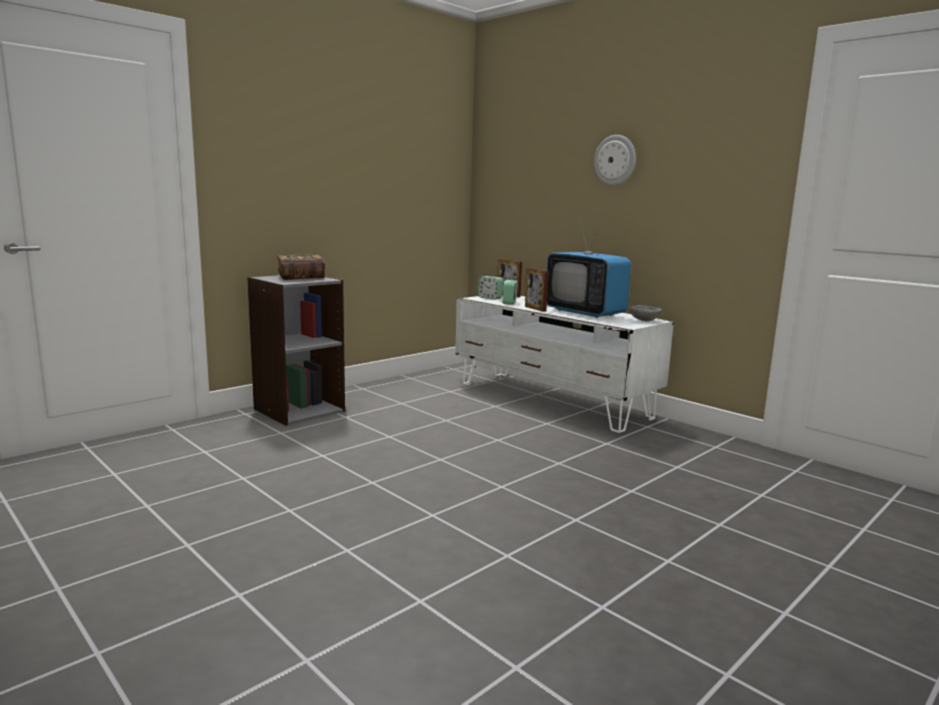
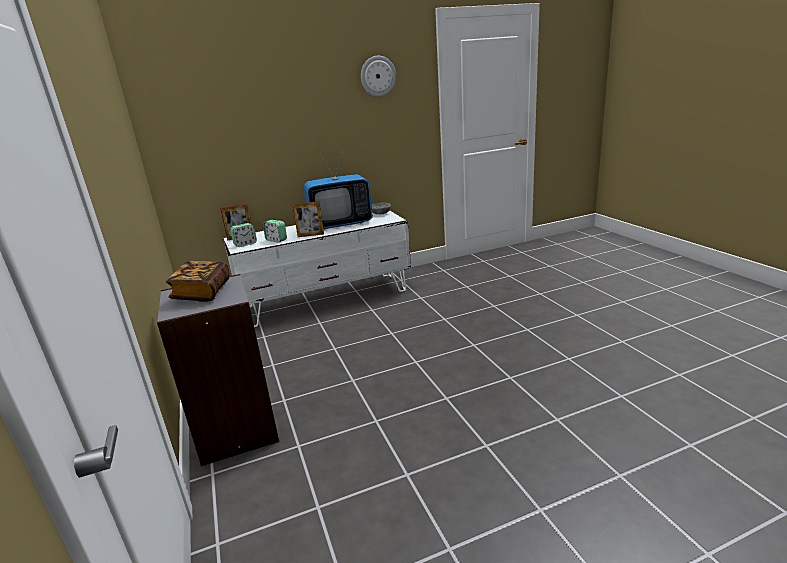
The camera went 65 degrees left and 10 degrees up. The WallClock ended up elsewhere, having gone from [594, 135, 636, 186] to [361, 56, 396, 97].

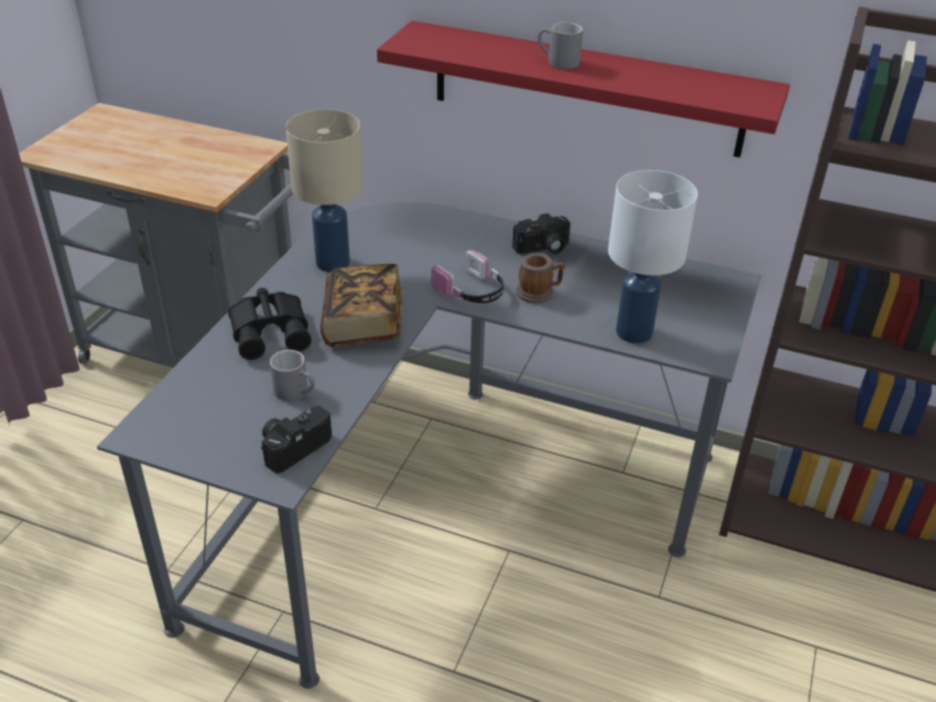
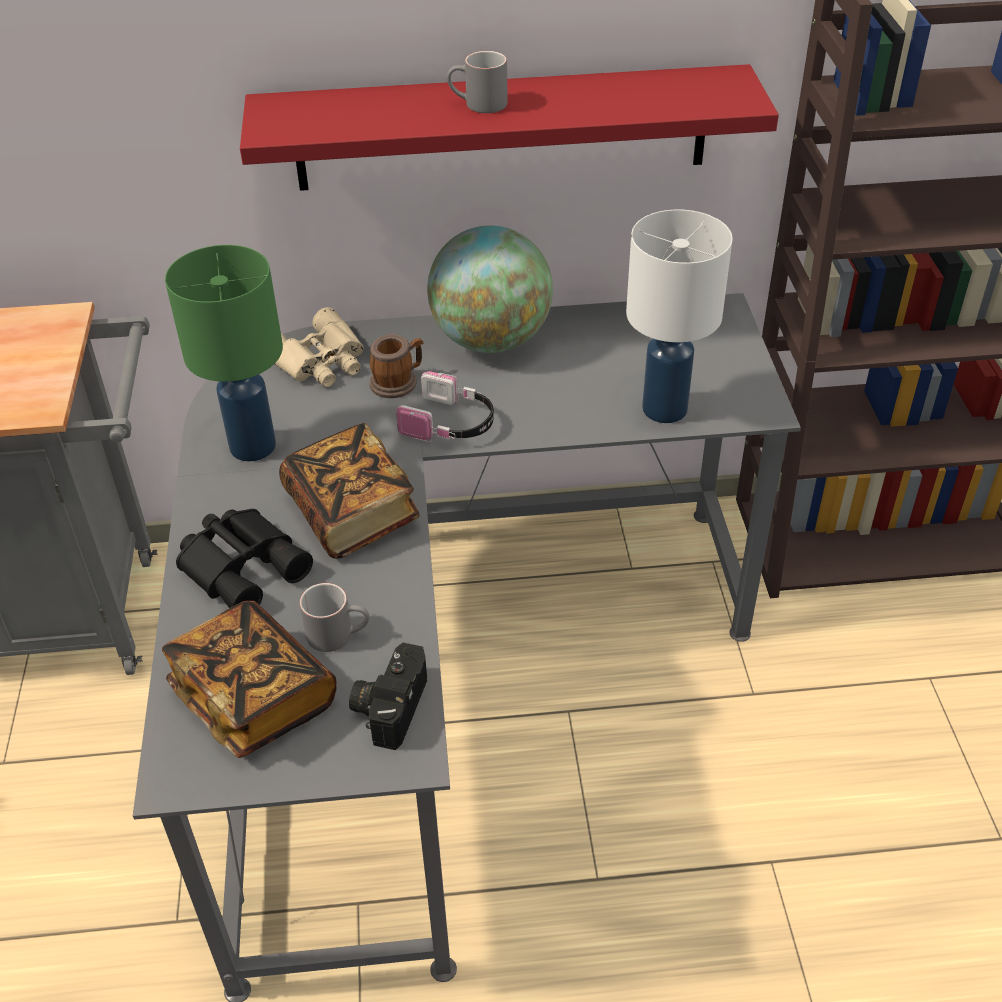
The camera went 25 degrees left and 5 degrees up. What was the BeigeTableLamp at [286, 109, 363, 272] turned into the GreenTableLamp at [165, 245, 283, 461]. Where the PhotoCamera stood at [512, 213, 570, 254], the Globe came to stand at [427, 225, 553, 353]. The Mug ended up elsewhere, having gone from [516, 253, 565, 303] to [369, 334, 423, 398]. The second view gained the BeigeBinoculars at [275, 307, 364, 387]. The second view gained the Book at [162, 601, 337, 758].

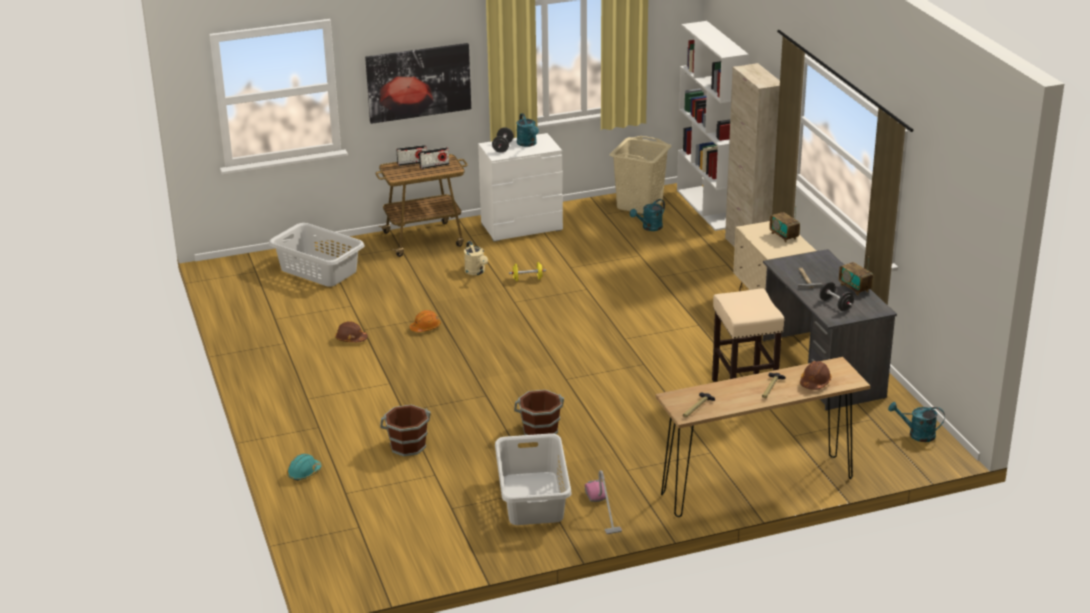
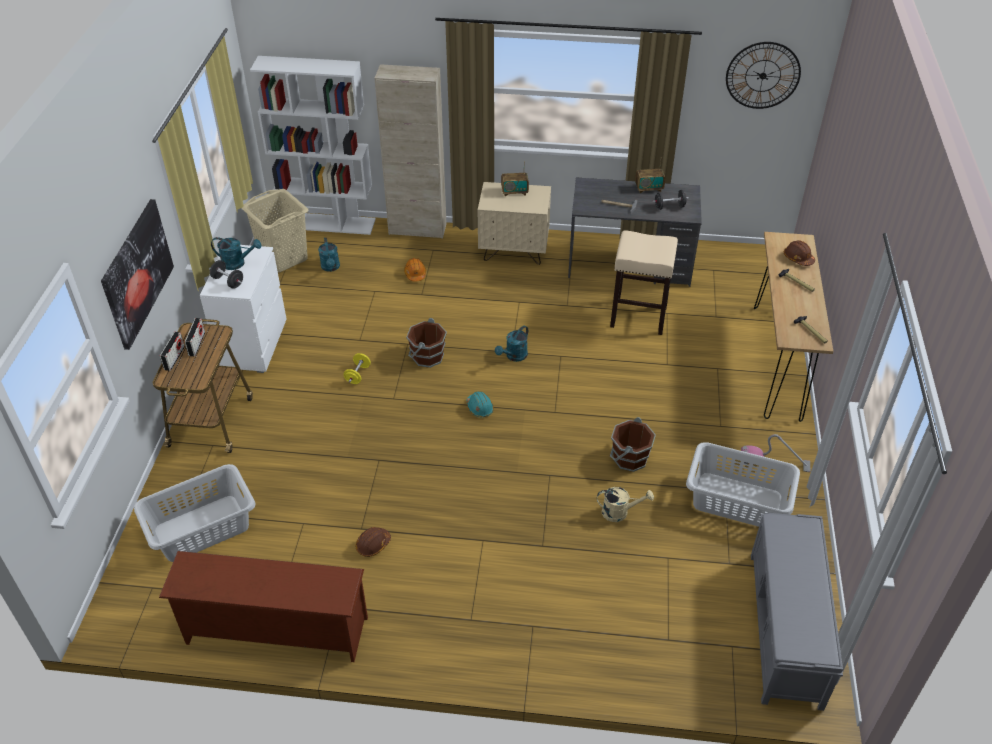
The camera went 65 degrees left and 15 degrees up. The BeigeWateringCan ended up elsewhere, having gone from [464, 241, 488, 275] to [597, 487, 654, 522]. The OrangeHardHat ended up elsewhere, having gone from [410, 310, 441, 332] to [404, 258, 426, 282]. The TurquoiseWateringCan ended up elsewhere, having gone from [888, 402, 945, 442] to [495, 326, 528, 362]. The BrownBucket ended up elsewhere, having gone from [380, 405, 431, 456] to [406, 318, 447, 368]. The TurquoiseHardHat ended up elsewhere, having gone from [287, 453, 322, 481] to [466, 392, 494, 417]. The second view gained the WallClock at [726, 42, 801, 109]. The second view gained the GreyBench at [751, 513, 843, 711]. The second view gained the BrownShoeRack at [159, 551, 368, 662].

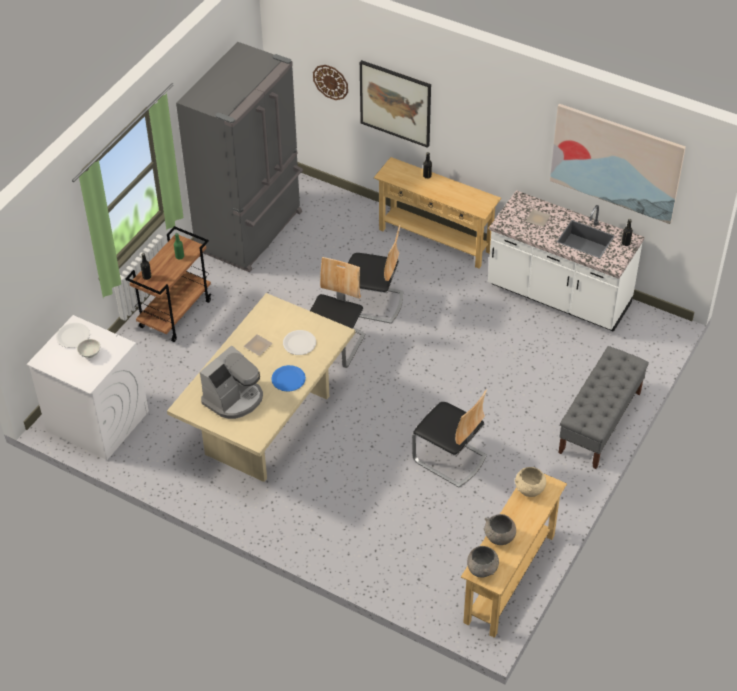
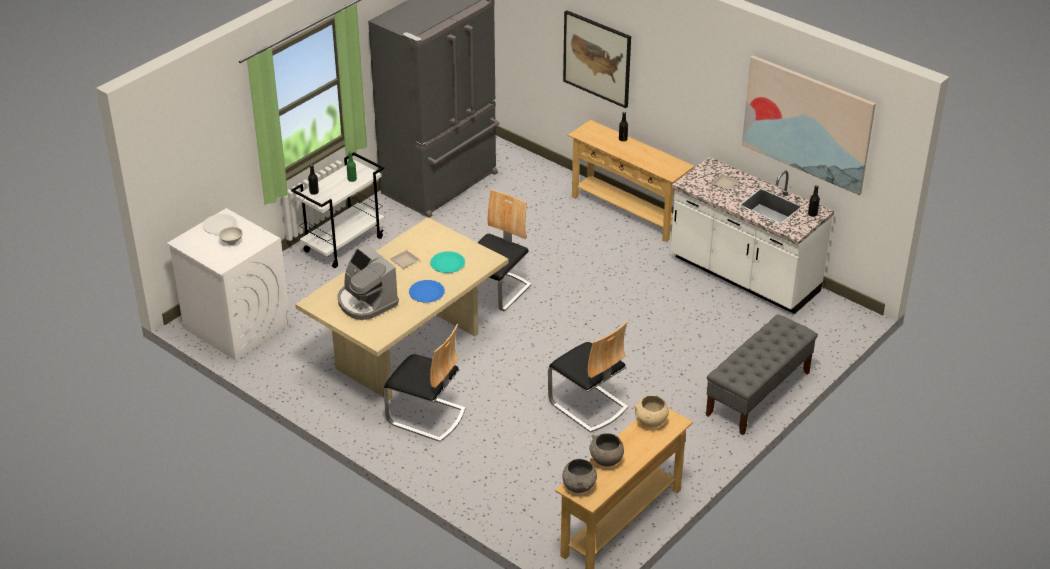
The camera went 10 degrees right and 10 degrees down. The second view lost the WallClock at [313, 65, 348, 100]. The Chair ended up elsewhere, having gone from [348, 225, 403, 324] to [383, 324, 466, 442]. What was the BrownCart at [125, 226, 212, 342] turned into the WhiteCart at [291, 152, 384, 268]. What was the WhitePlate at [283, 330, 316, 355] turned into the TurquoisePlate at [430, 251, 465, 273]. The CoffeeMachine at [200, 345, 263, 419] ended up facing another way, 90 degrees clockwise from before.

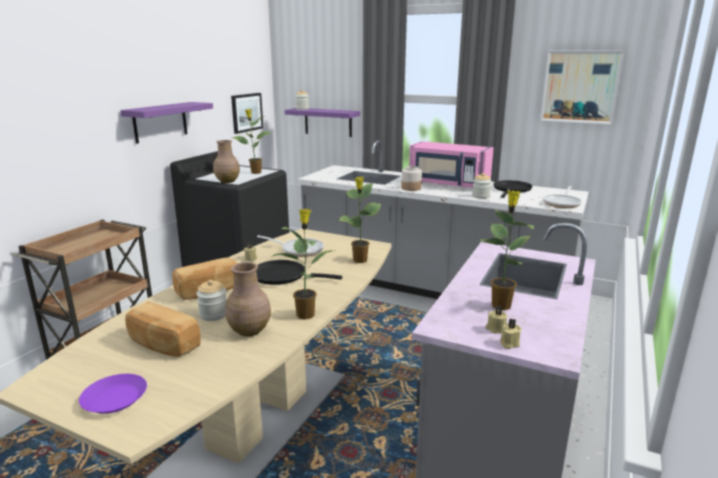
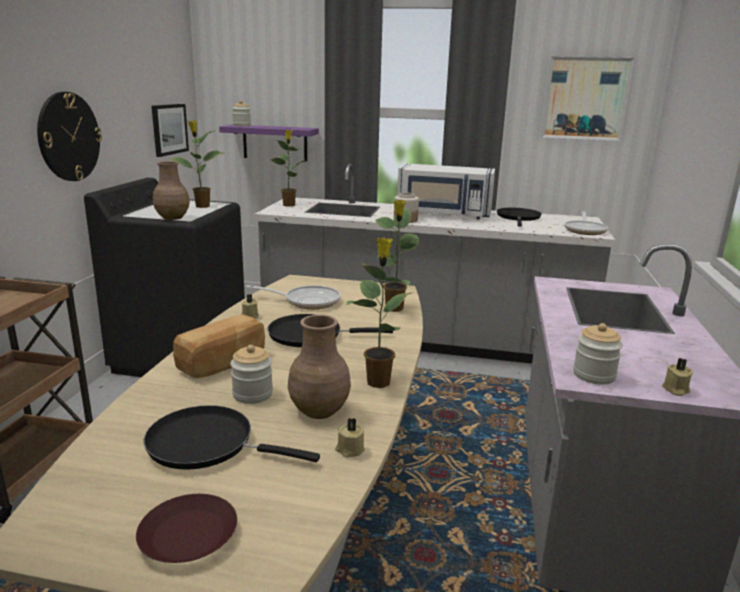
The camera went 15 degrees left and 0 degrees up. Where the PurpleShelf hung at [120, 102, 213, 144], the WallClock came to hang at [37, 92, 102, 181]. What was the PinkMicrowave at [409, 141, 494, 188] turned into the WhiteMicrowave at [397, 164, 495, 220]. The Jar ended up elsewhere, having gone from [472, 173, 492, 199] to [573, 323, 623, 385]. The PottedPlant ended up elsewhere, having gone from [480, 190, 534, 310] to [271, 130, 307, 207]. Where the Bread stood at [125, 301, 201, 357], the BlackFryingPan came to stand at [144, 405, 320, 470]. The BeigeCandle ended up elsewhere, having gone from [485, 306, 507, 334] to [335, 418, 365, 458]. What was the PurplePlate at [79, 374, 147, 414] turned into the BrownPlate at [136, 494, 237, 563].

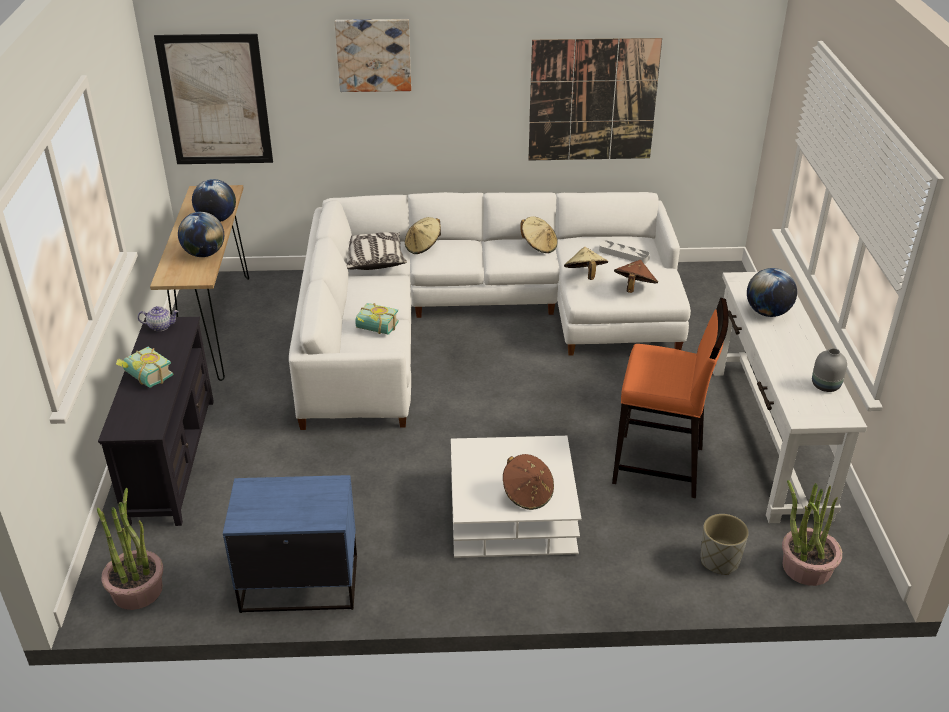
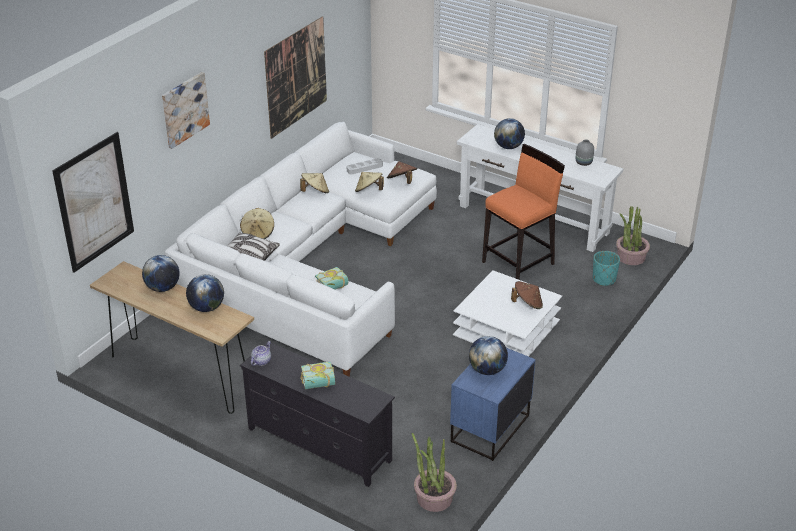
The camera went 55 degrees left and 0 degrees up. What was the GreyPlanter at [701, 514, 749, 575] turned into the TurquoisePlanter at [593, 251, 620, 286]. The second view gained the Globe at [469, 336, 508, 375].

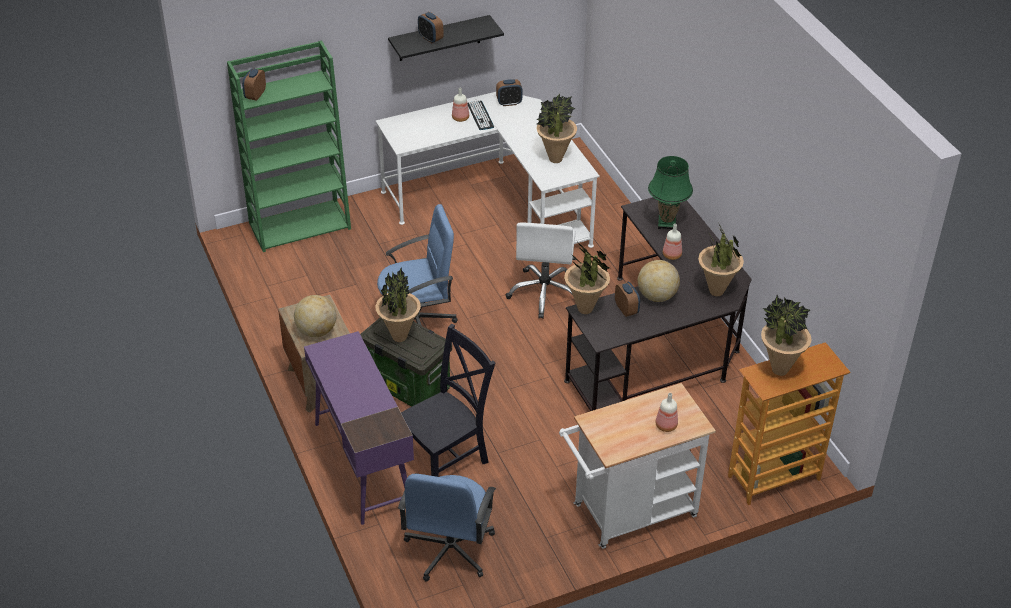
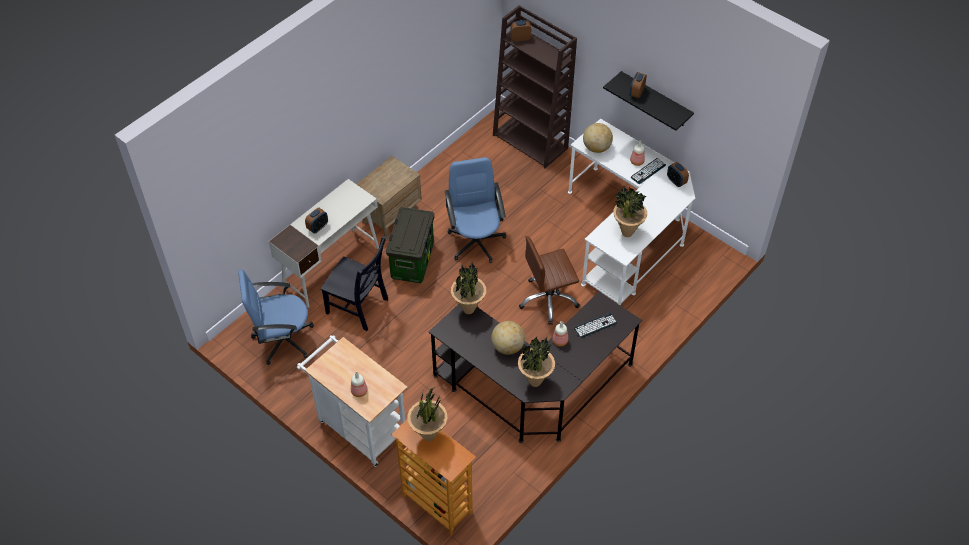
The camera went 65 degrees right and 10 degrees up. What was the GreenBookcase at [227, 41, 351, 252] turned into the BrownBookcase at [493, 5, 577, 168]. Where the GreenTableLamp stood at [648, 156, 693, 230], the Keyboard came to stand at [573, 313, 617, 338]. The BlueOfficeChair at [377, 204, 457, 326] ended up facing another way, 150 degrees counterclockwise from before. What was the WhiteOfficeChair at [506, 223, 576, 319] turned into the BrownOfficeChair at [519, 236, 580, 324]. The second view lost the PottedPlant at [376, 268, 421, 342]. The AlarmClock ended up elsewhere, having gone from [615, 282, 640, 317] to [305, 208, 328, 233]. The Globe ended up elsewhere, having gone from [294, 295, 337, 337] to [583, 123, 613, 153]. What was the PurpleDesk at [304, 331, 414, 525] turned into the WhiteDesk at [269, 179, 379, 308].

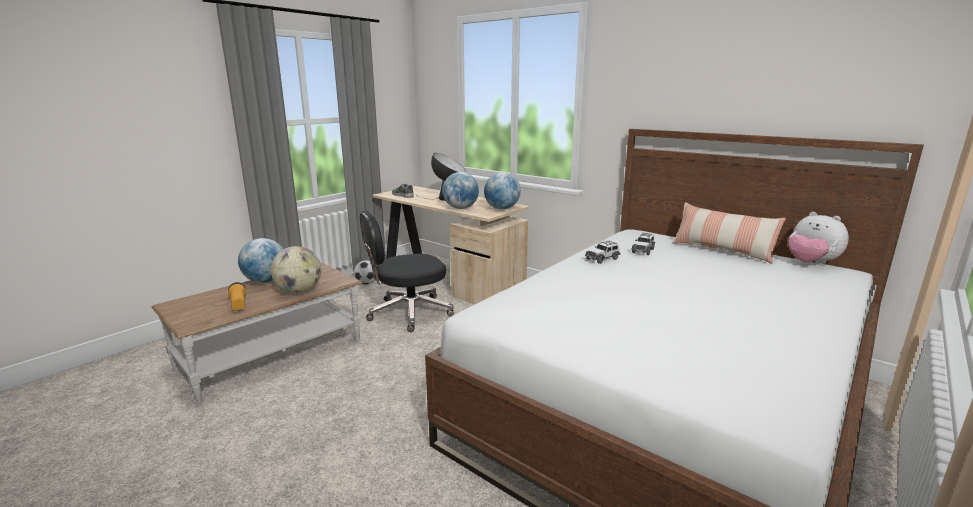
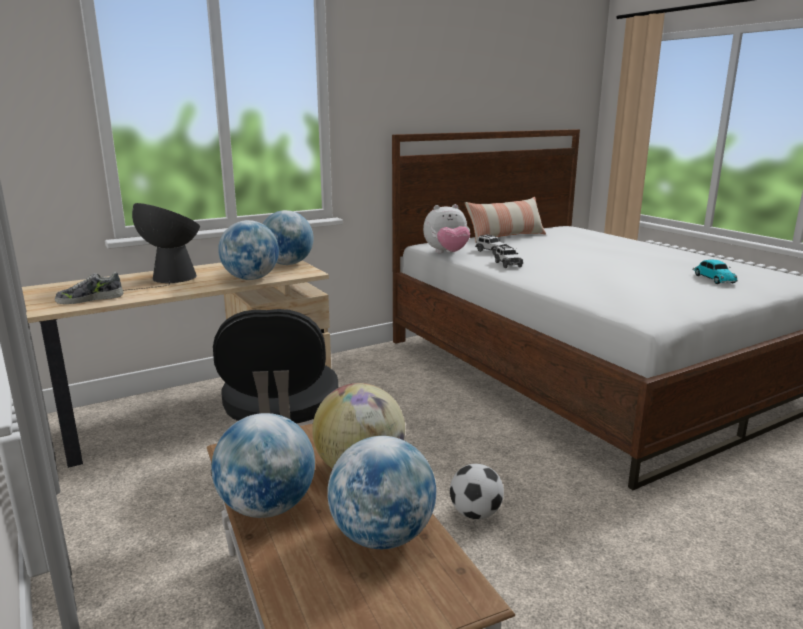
The camera went 70 degrees left and 0 degrees up. The PlushToy ended up elsewhere, having gone from [788, 212, 849, 265] to [423, 204, 470, 253]. The Football ended up elsewhere, having gone from [353, 260, 377, 284] to [450, 464, 504, 519]. Where the Flashlight stood at [228, 282, 246, 311], the Globe came to stand at [327, 436, 436, 549]. The second view gained the ToyCar at [692, 260, 738, 284].

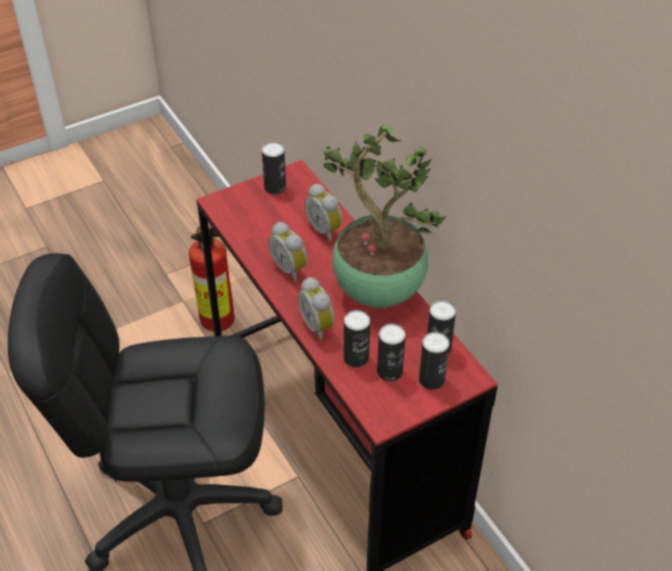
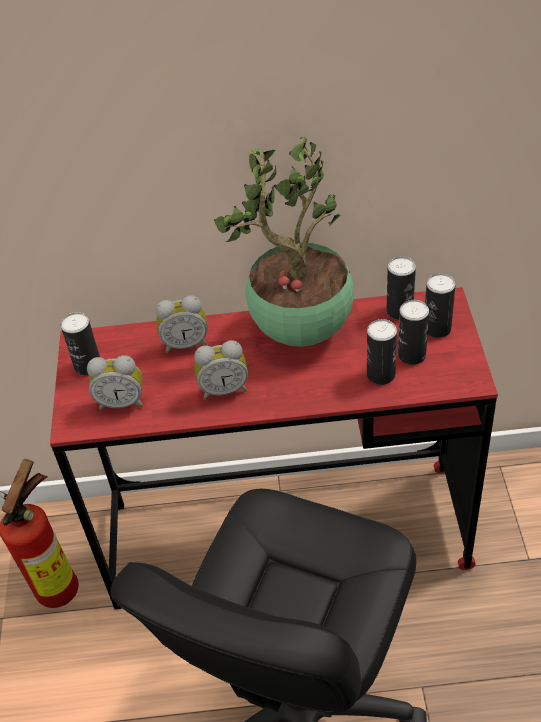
The camera went 60 degrees left and 0 degrees up. The AlarmClock ended up elsewhere, having gone from [298, 277, 335, 341] to [87, 355, 144, 410].

